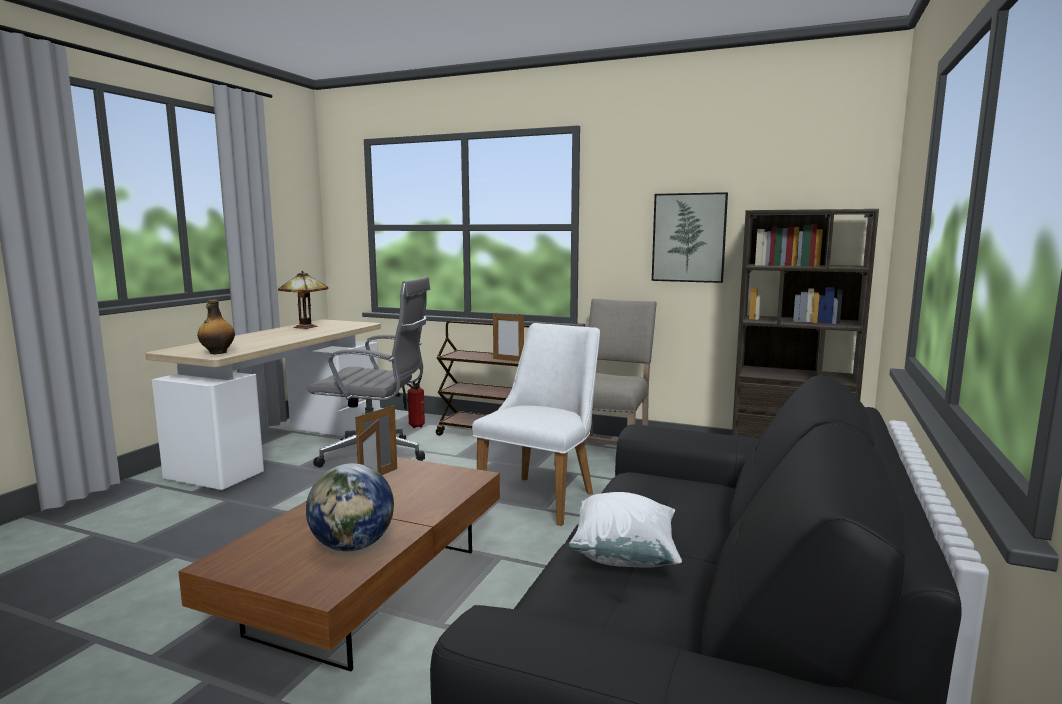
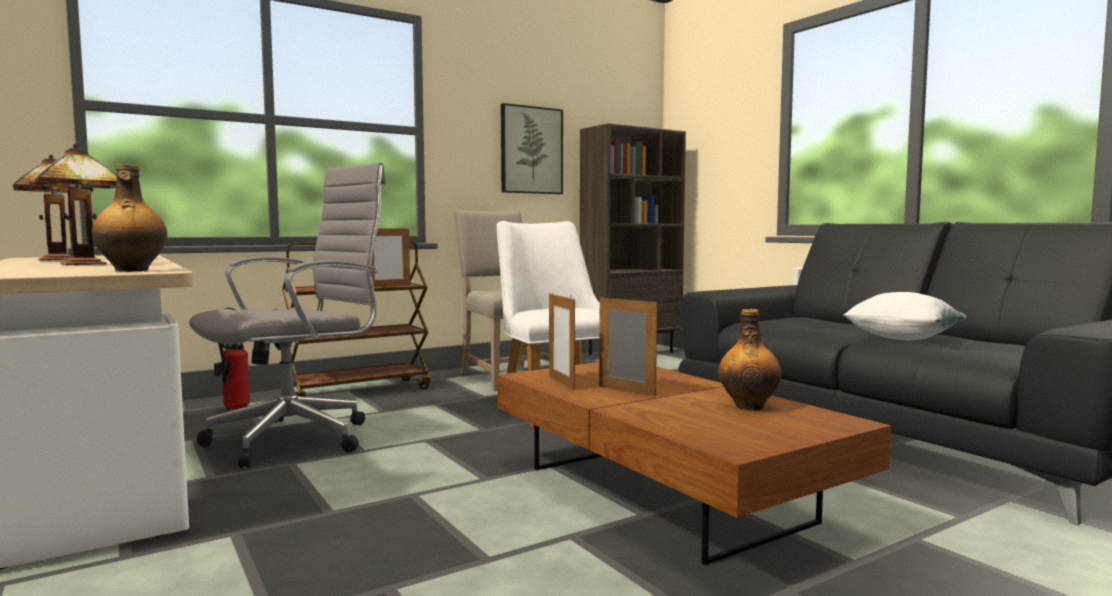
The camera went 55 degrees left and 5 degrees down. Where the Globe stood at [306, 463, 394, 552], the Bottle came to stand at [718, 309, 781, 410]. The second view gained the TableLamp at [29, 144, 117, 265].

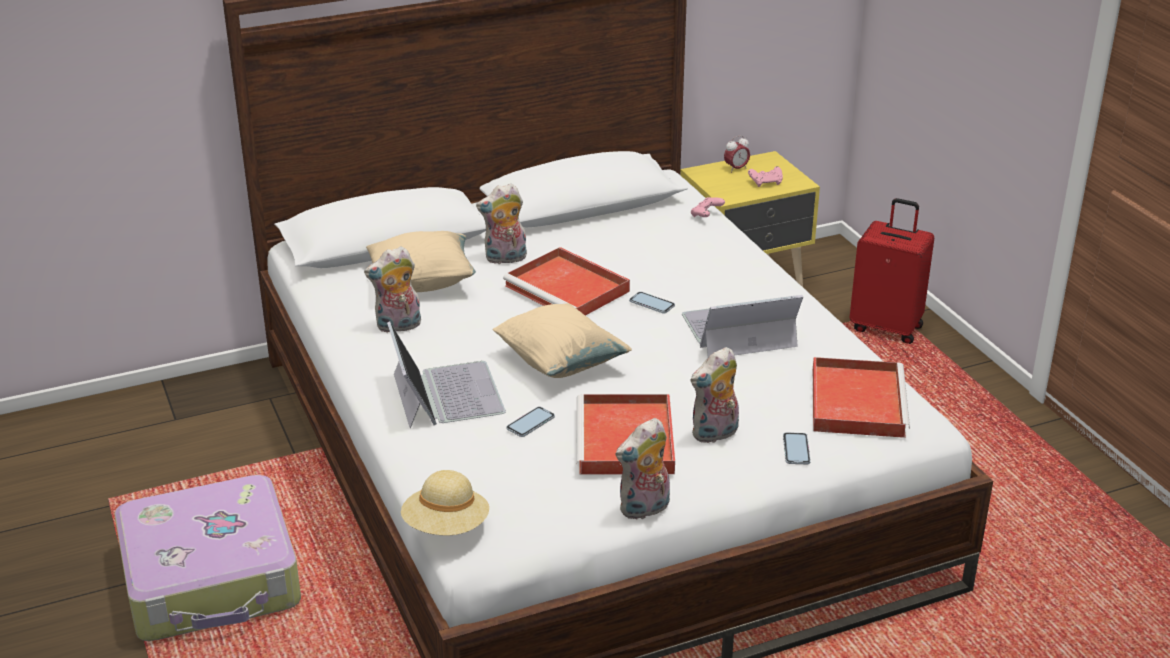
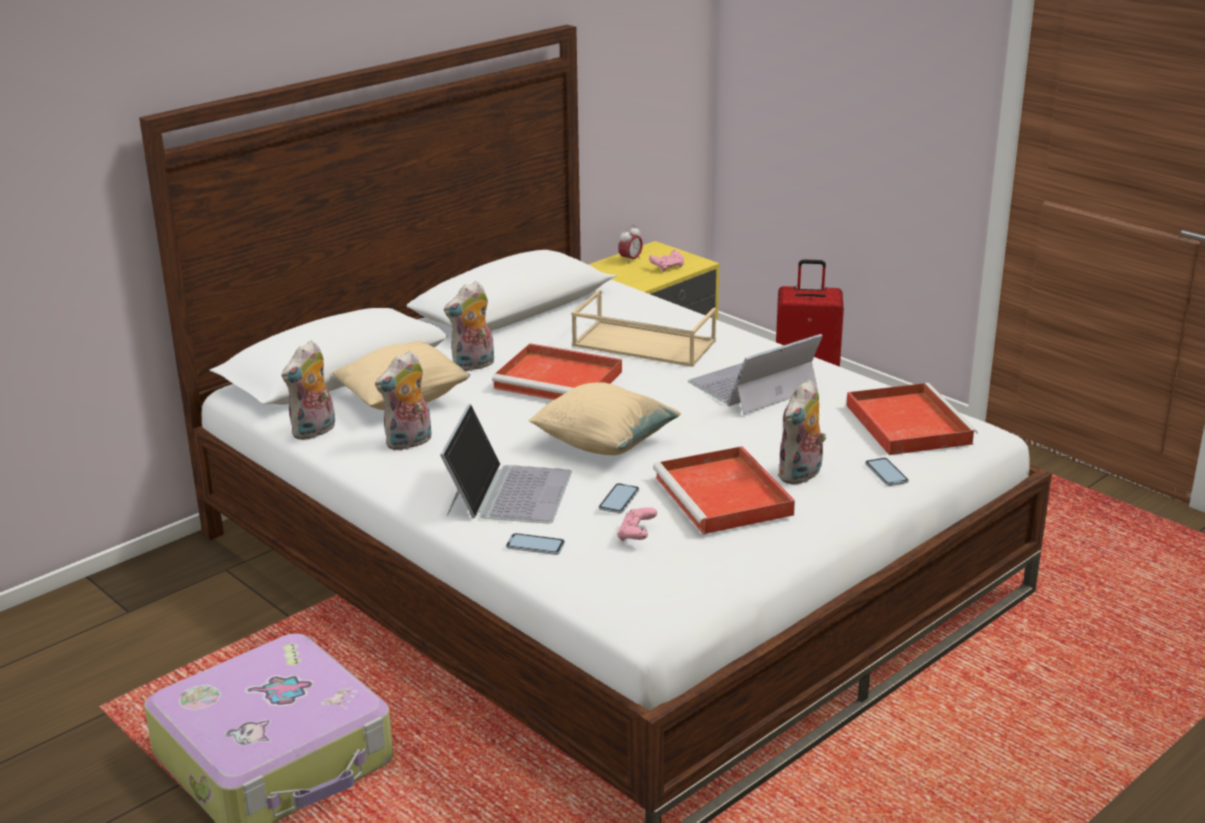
The camera went 20 degrees left and 5 degrees down. The PinkGameController ended up elsewhere, having gone from [691, 197, 725, 217] to [617, 507, 657, 542]. The Phone ended up elsewhere, having gone from [629, 292, 675, 314] to [506, 533, 565, 555]. The Laptop at [387, 321, 506, 428] ended up facing another way, 45 degrees clockwise from before. The PlushToy ended up elsewhere, having gone from [616, 418, 670, 519] to [282, 340, 335, 440]. The second view lost the BeigeHat at [401, 470, 489, 536]. The second view gained the BeigeTray at [571, 290, 716, 367].

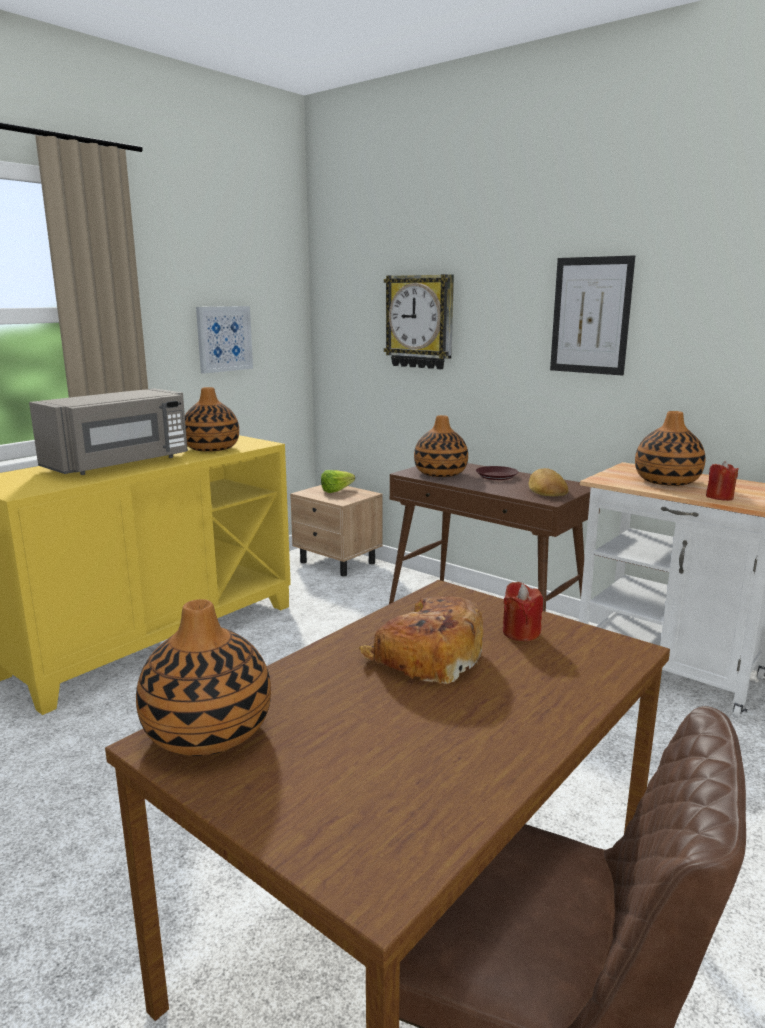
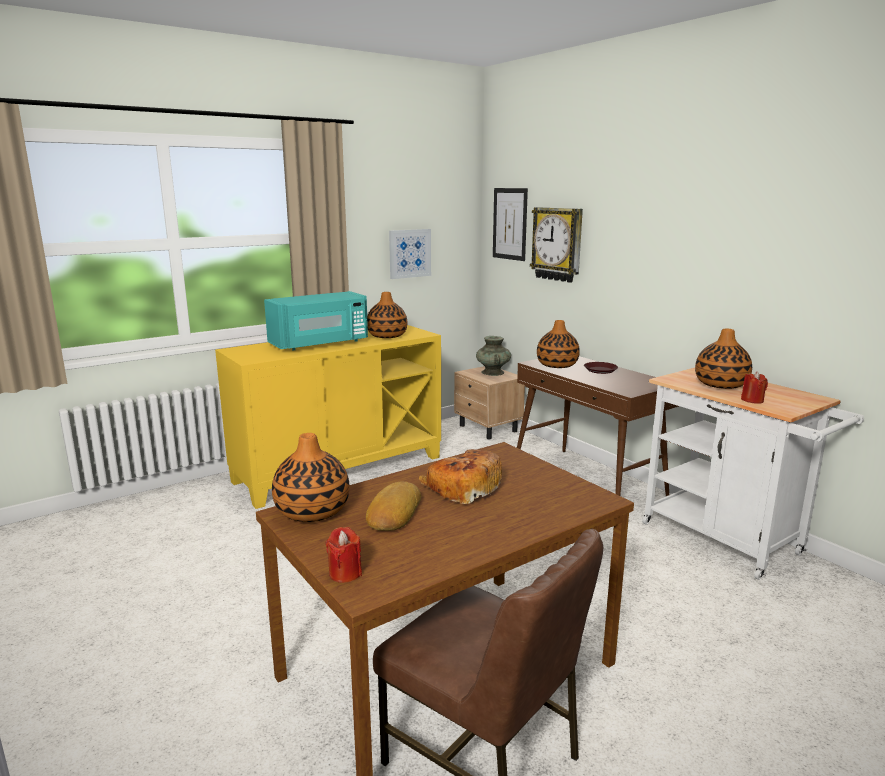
The camera went 15 degrees right and 0 degrees up. The Picture ended up elsewhere, having gone from [550, 255, 635, 376] to [493, 188, 528, 261]. What was the GreyMicrowave at [29, 388, 188, 475] turned into the TurquoiseMicrowave at [264, 291, 368, 350]. The Bread ended up elsewhere, having gone from [528, 468, 568, 496] to [366, 482, 421, 531]. Where the Lettuce stood at [321, 470, 355, 493], the TurquoiseVase came to stand at [476, 336, 511, 376]. The RedCandle ended up elsewhere, having gone from [503, 582, 543, 641] to [326, 527, 362, 583].

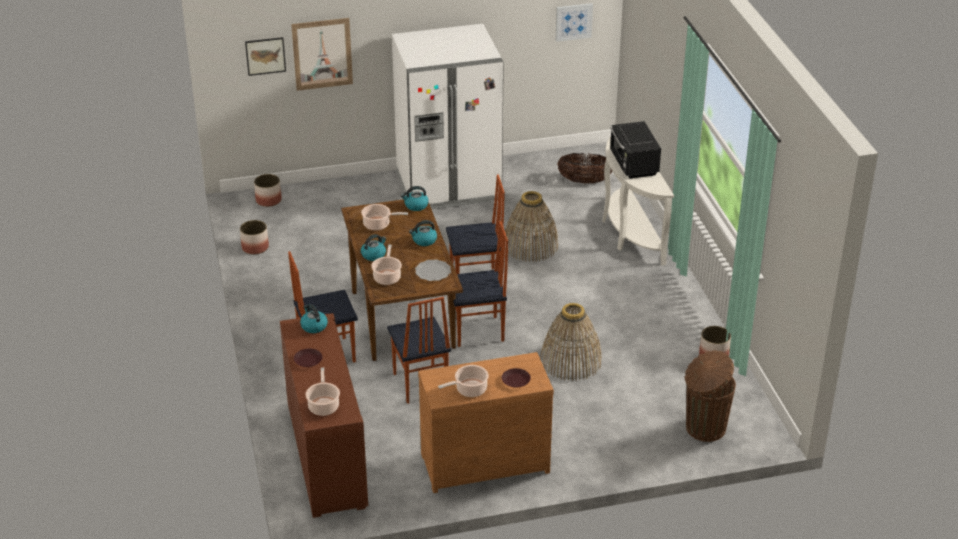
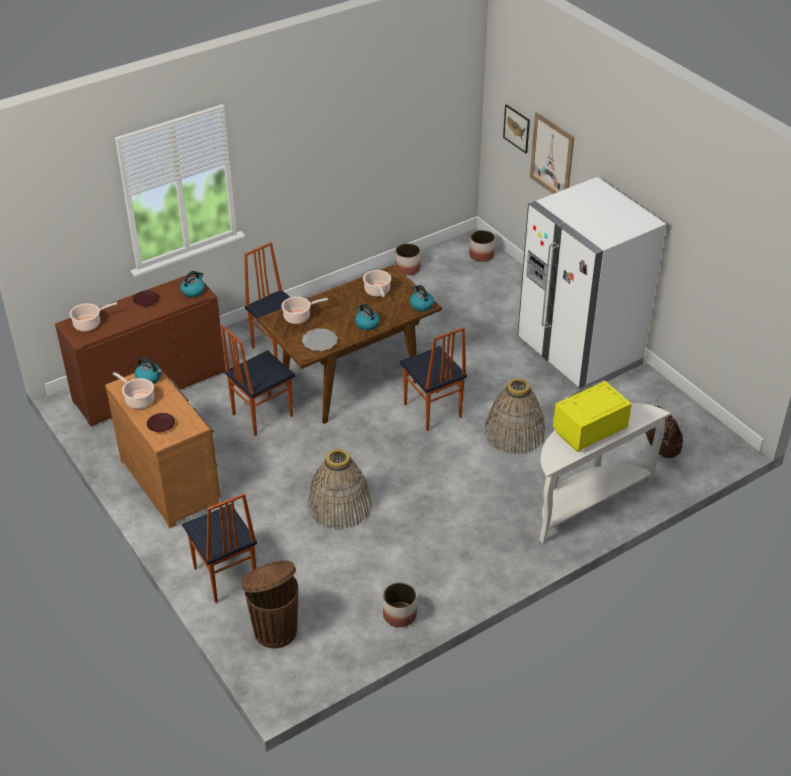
The camera went 70 degrees right and 5 degrees up. The second view lost the Picture at [555, 3, 593, 42]. What was the BlackMicrowave at [610, 121, 661, 179] turned into the YellowMicrowave at [553, 380, 632, 452]. The Chair ended up elsewhere, having gone from [453, 221, 508, 347] to [182, 493, 257, 603]. The Kettle ended up elsewhere, having gone from [361, 234, 386, 261] to [135, 357, 162, 384].

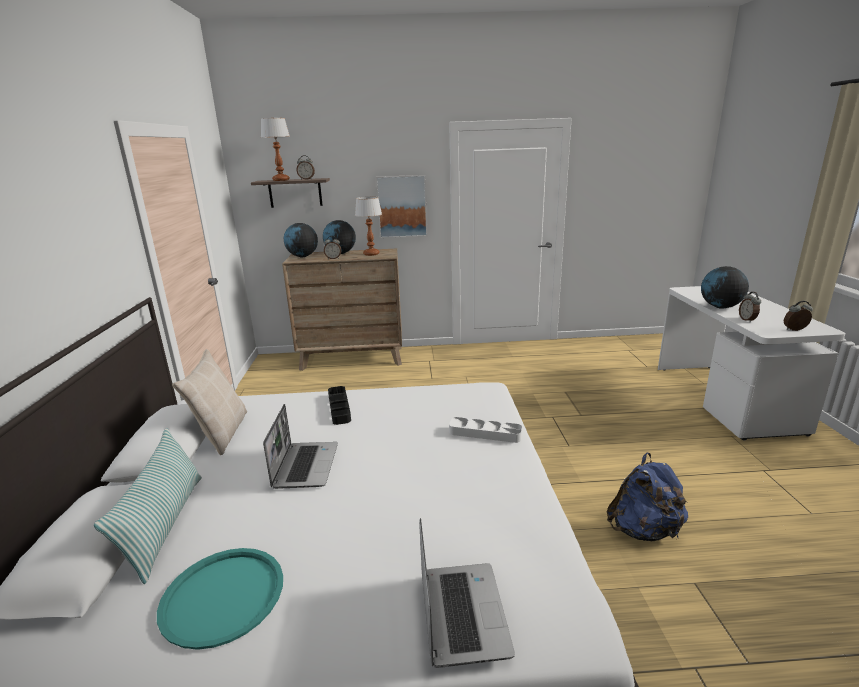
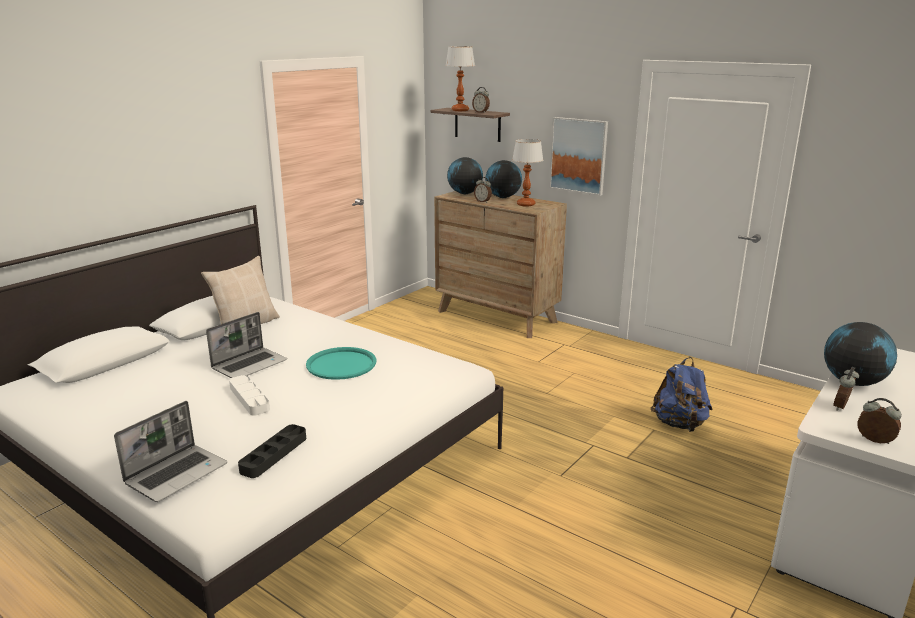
The camera went 40 degrees right and 0 degrees up. The BlackTray ended up elsewhere, having gone from [328, 386, 351, 425] to [238, 424, 306, 478]. The WhiteTray ended up elsewhere, having gone from [449, 417, 522, 443] to [229, 375, 270, 416]. The second view lost the Pillow at [94, 428, 202, 584]. The BlueBackpack ended up elsewhere, having gone from [607, 453, 688, 541] to [650, 357, 713, 432]. The TurquoiseTray ended up elsewhere, having gone from [157, 548, 283, 650] to [306, 347, 377, 380].

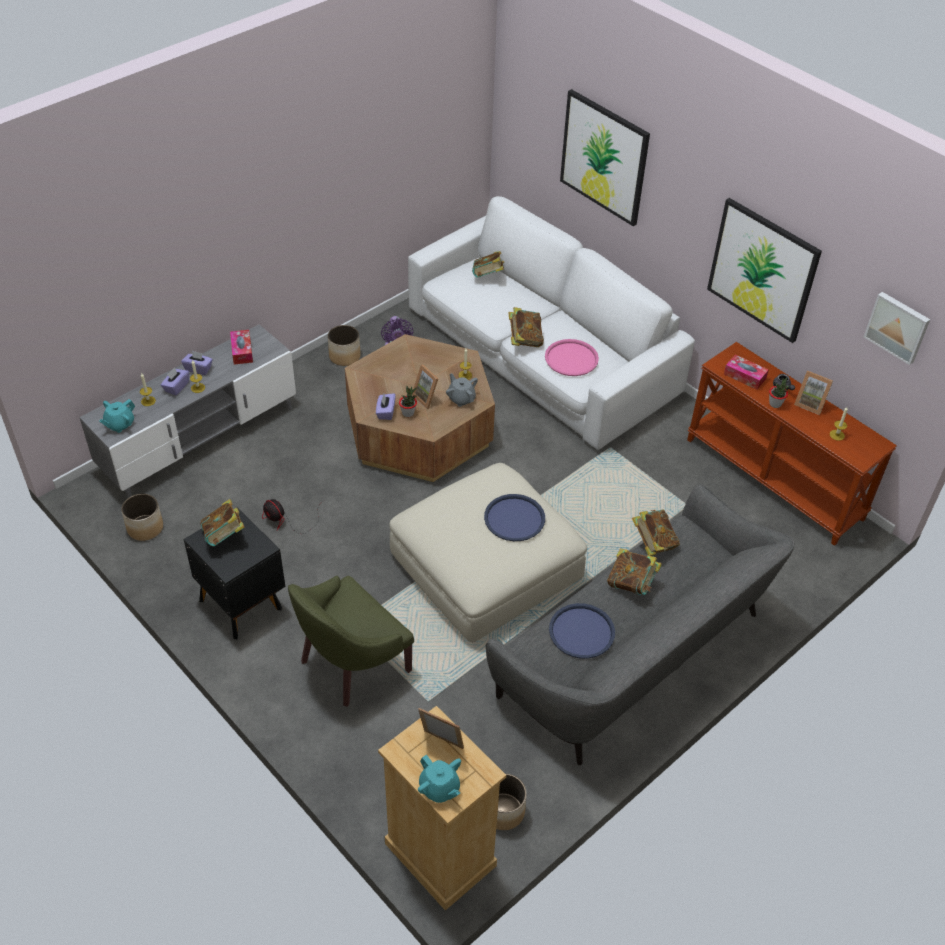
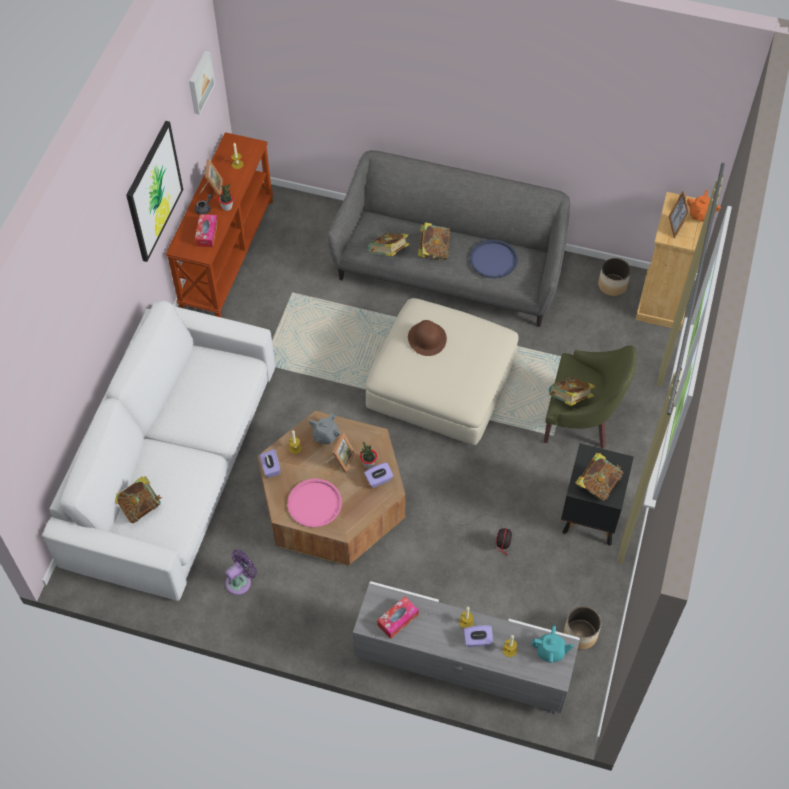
The camera went 120 degrees left and 10 degrees up. The second view lost the Picture at [560, 89, 650, 226]. The Book ended up elsewhere, having gone from [509, 307, 544, 347] to [549, 377, 595, 406]. The second view lost the Planter at [328, 325, 361, 366]. The PinkTray ended up elsewhere, having gone from [545, 339, 599, 376] to [287, 479, 342, 527]. The PurpleTissueBox ended up elsewhere, having gone from [181, 351, 213, 375] to [260, 449, 280, 478]. Where the BlueTray stood at [484, 494, 545, 541], the BrownHat came to stand at [408, 320, 447, 356]. What was the TurquoiseTeapot at [418, 754, 461, 803] turned into the OrangeTeapot at [687, 190, 721, 222].

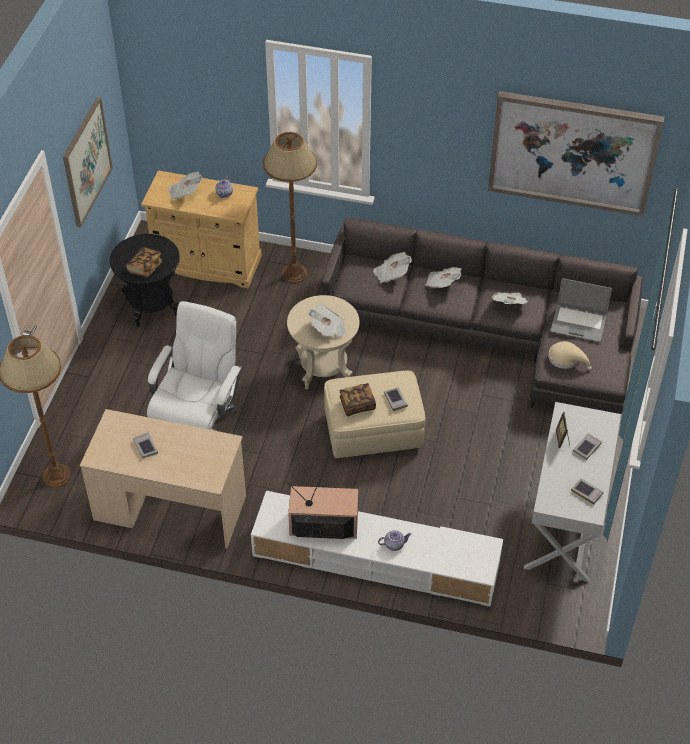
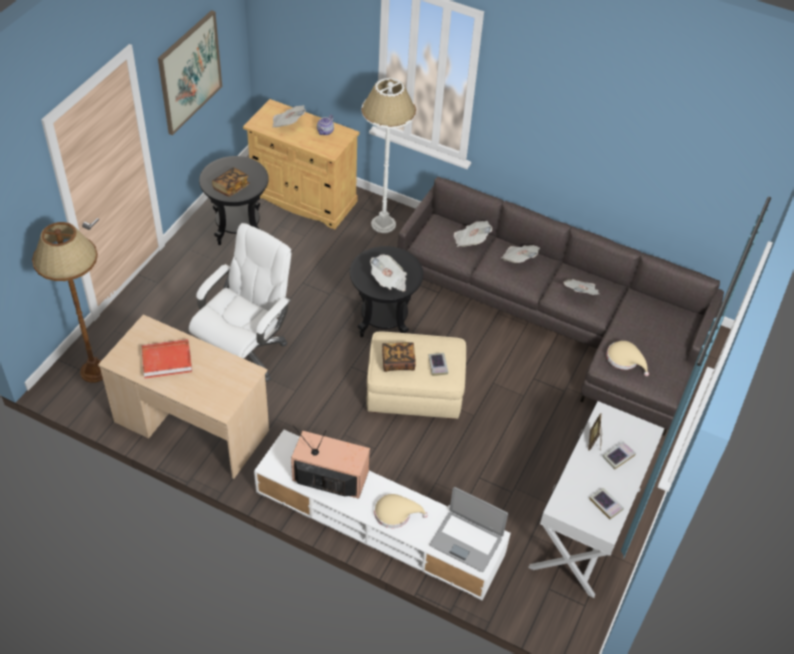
The camera went 10 degrees right and 0 degrees up. The second view lost the Picture at [488, 91, 664, 216]. What was the BrownFloorLamp at [263, 132, 317, 283] turned into the WhiteFloorLamp at [361, 78, 416, 233]. The Laptop ended up elsewhere, having gone from [551, 278, 612, 342] to [430, 487, 508, 572]. What was the BeigeSideTable at [287, 295, 360, 389] turned into the BlackSideTable at [350, 246, 423, 337]. Where the Book stood at [133, 432, 158, 459], the RedTray came to stand at [141, 339, 192, 379]. Where the Teapot stood at [378, 530, 412, 551], the BeigeHat came to stand at [374, 494, 428, 528].

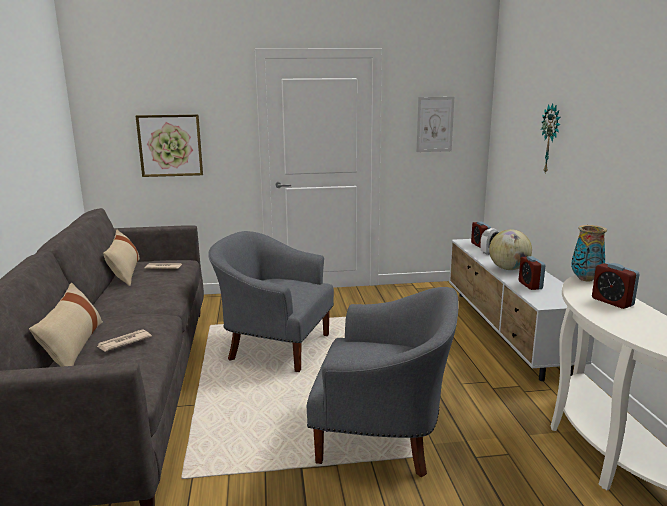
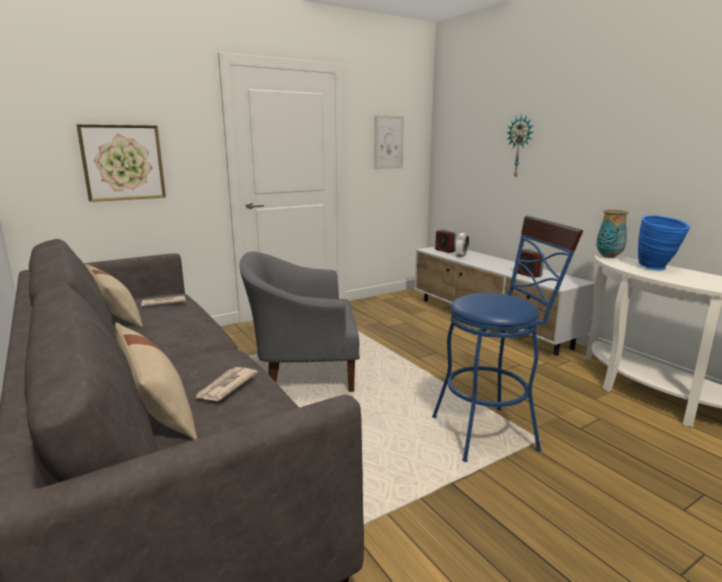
The camera went 25 degrees left and 0 degrees up. The second view lost the Globe at [489, 229, 532, 270]. Where the AlarmClock stood at [592, 263, 640, 309], the BlueVase came to stand at [638, 215, 690, 270]. Where the GreyArmchair stood at [307, 287, 458, 478], the BlueStool came to stand at [432, 216, 583, 462].

